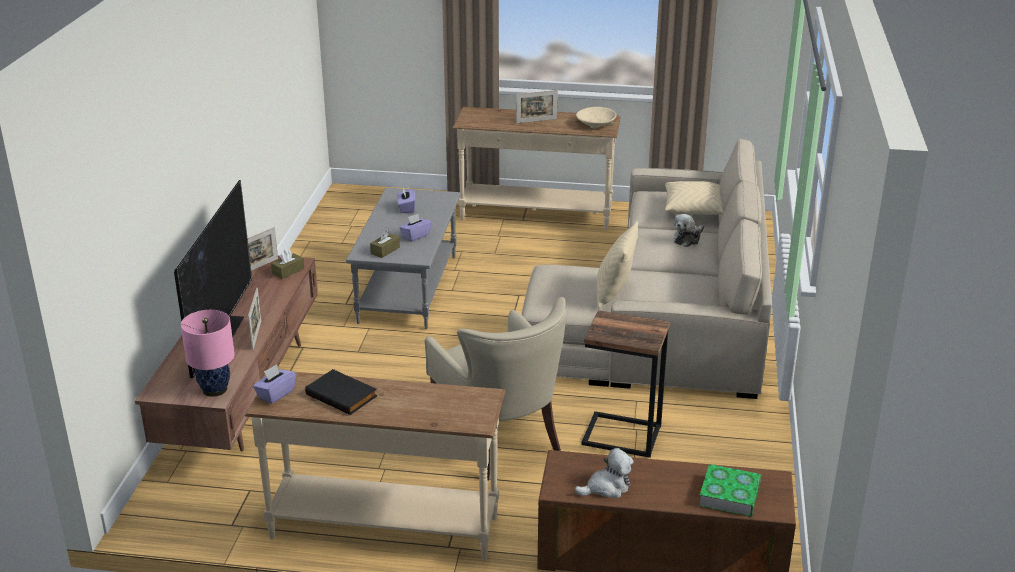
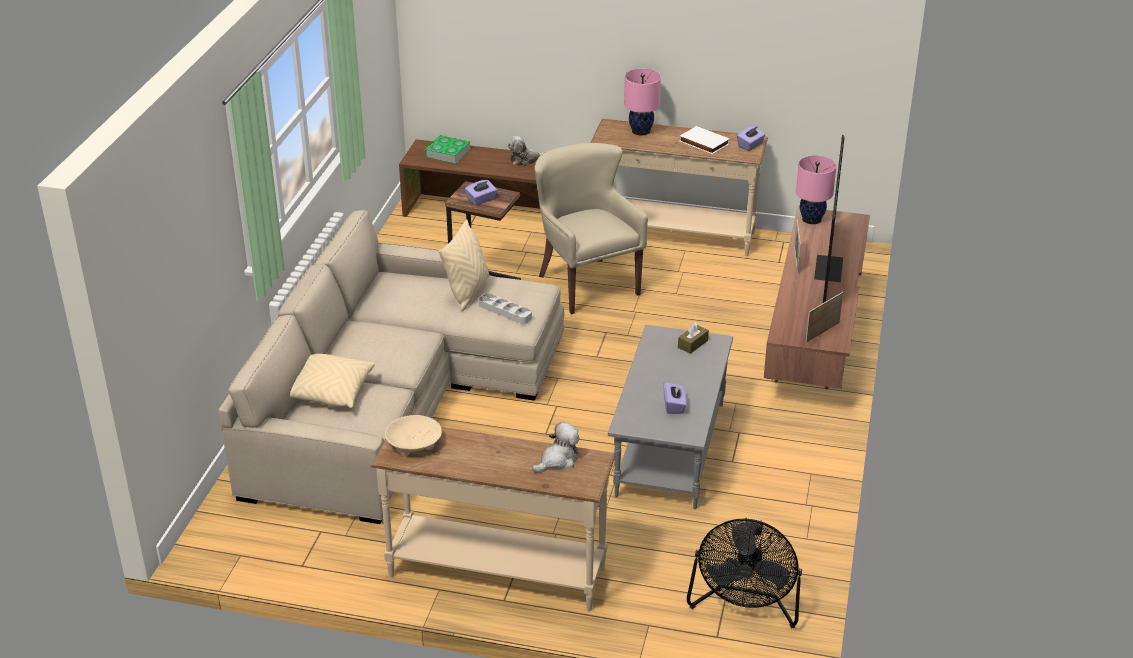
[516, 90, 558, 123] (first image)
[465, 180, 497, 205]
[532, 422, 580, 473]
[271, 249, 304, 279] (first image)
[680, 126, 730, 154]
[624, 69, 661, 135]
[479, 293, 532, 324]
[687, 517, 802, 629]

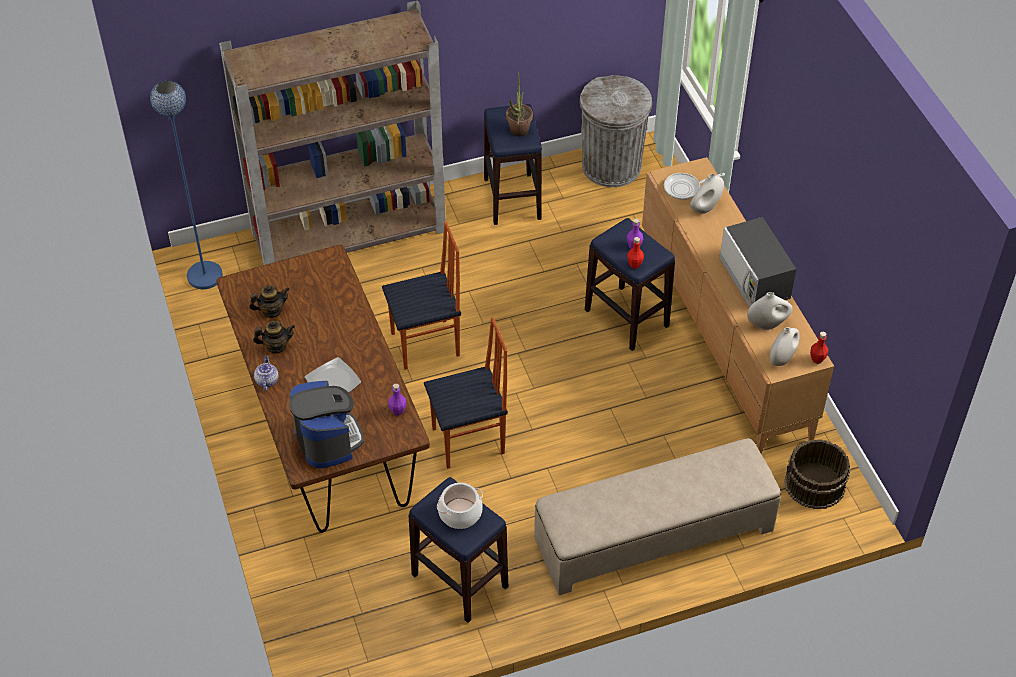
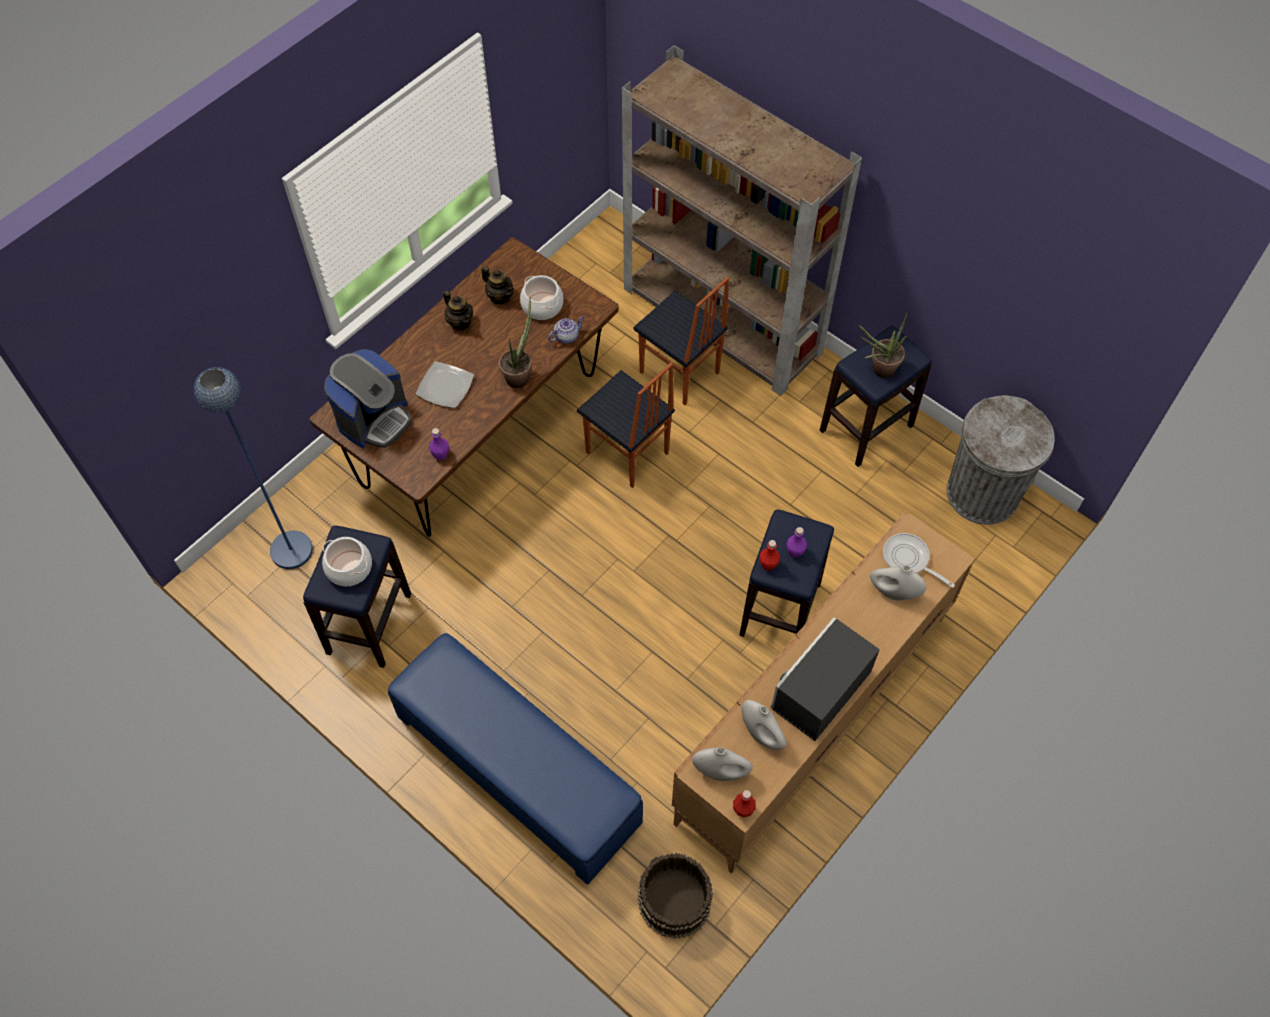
[194, 367, 313, 569]
[633, 277, 729, 405]
[548, 317, 584, 344]
[388, 633, 643, 885]
[520, 275, 564, 320]
[499, 297, 532, 388]

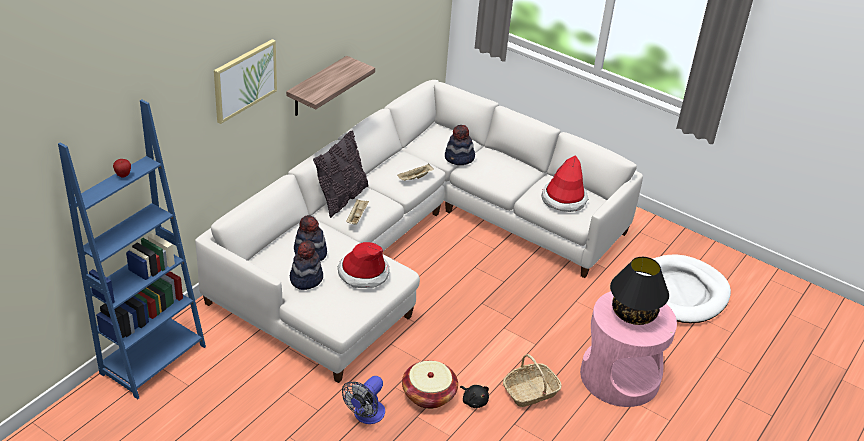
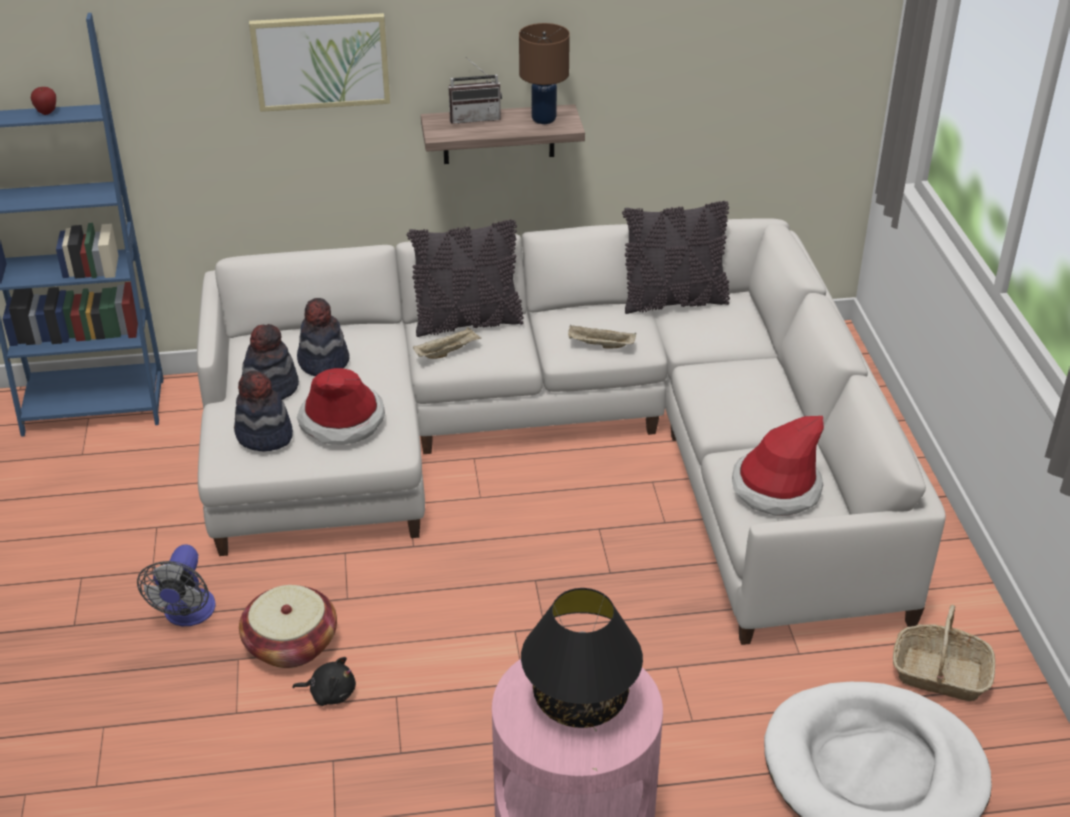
[234, 370, 293, 451]
[893, 605, 995, 701]
[137, 544, 216, 626]
[292, 657, 356, 706]
[519, 23, 570, 124]
[448, 57, 502, 124]
[622, 201, 730, 314]

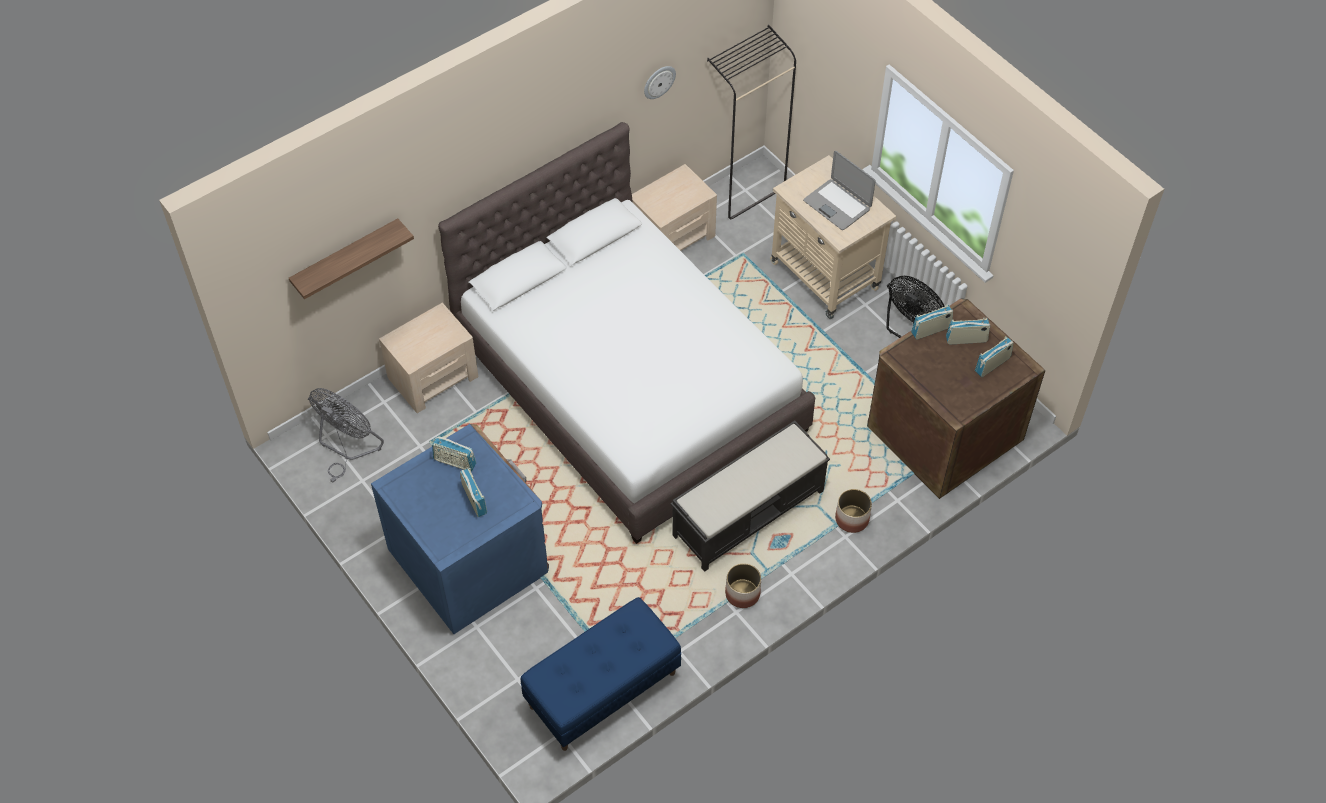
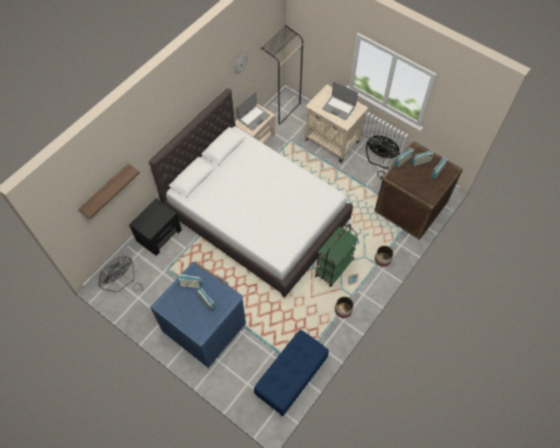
[129, 198, 182, 256]
[98, 256, 144, 292]
[315, 224, 358, 287]
[237, 92, 270, 130]

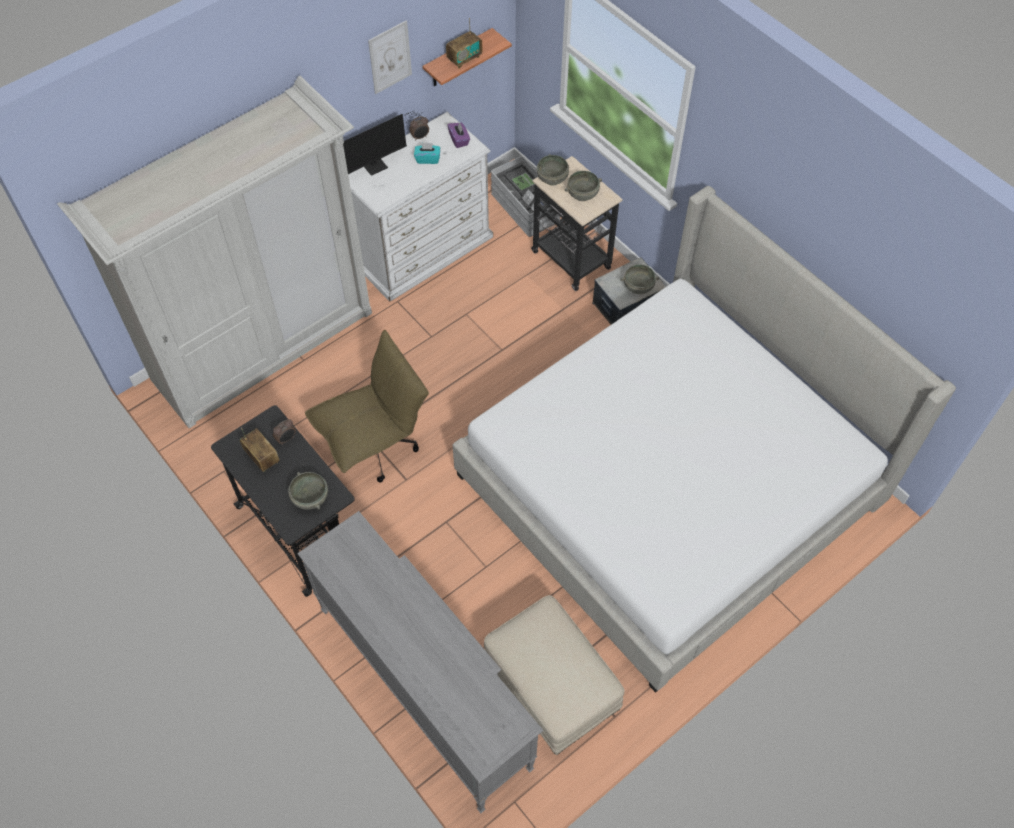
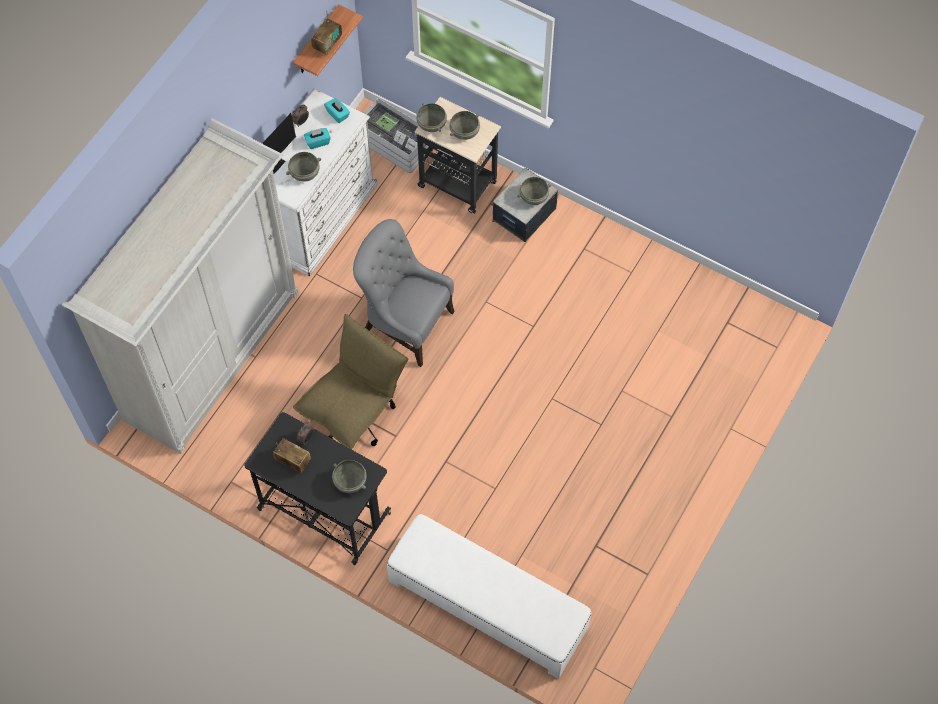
[368, 20, 412, 94] (first image)
[324, 98, 350, 123]
[453, 186, 956, 693] (first image)
[387, 514, 592, 679]
[484, 595, 624, 755] (first image)
[286, 152, 321, 182]
[353, 219, 455, 367]

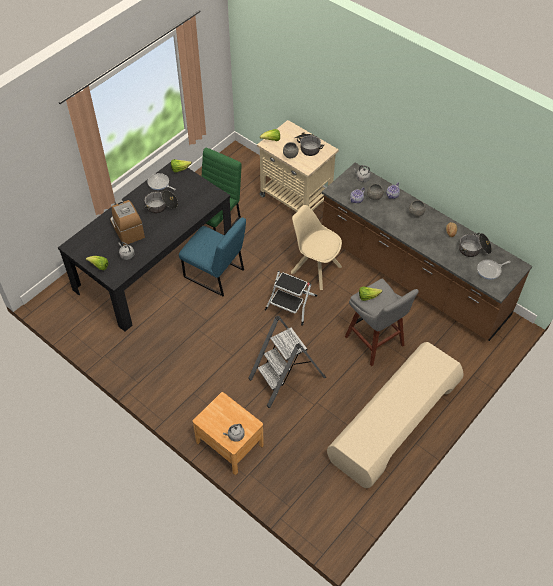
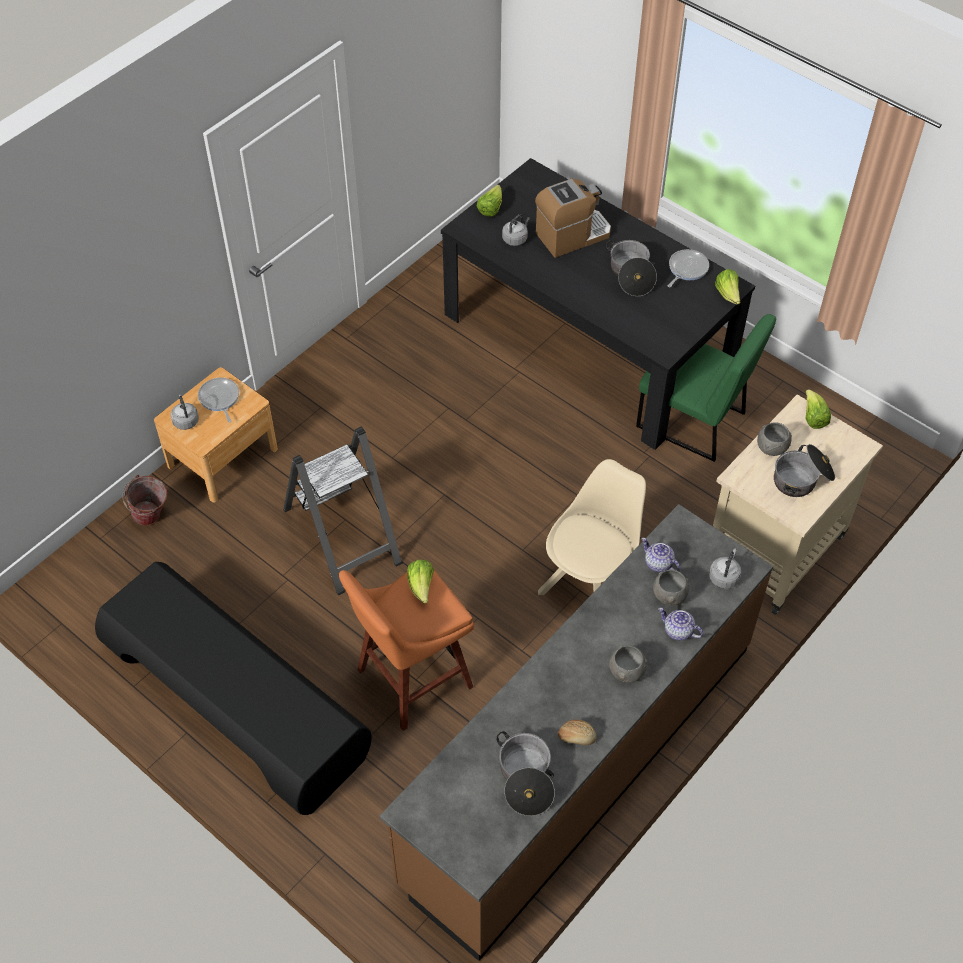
[179, 217, 246, 296] (first image)
[198, 378, 239, 423]
[265, 271, 318, 326] (first image)
[339, 570, 474, 731]
[95, 562, 372, 815]
[122, 475, 167, 526]

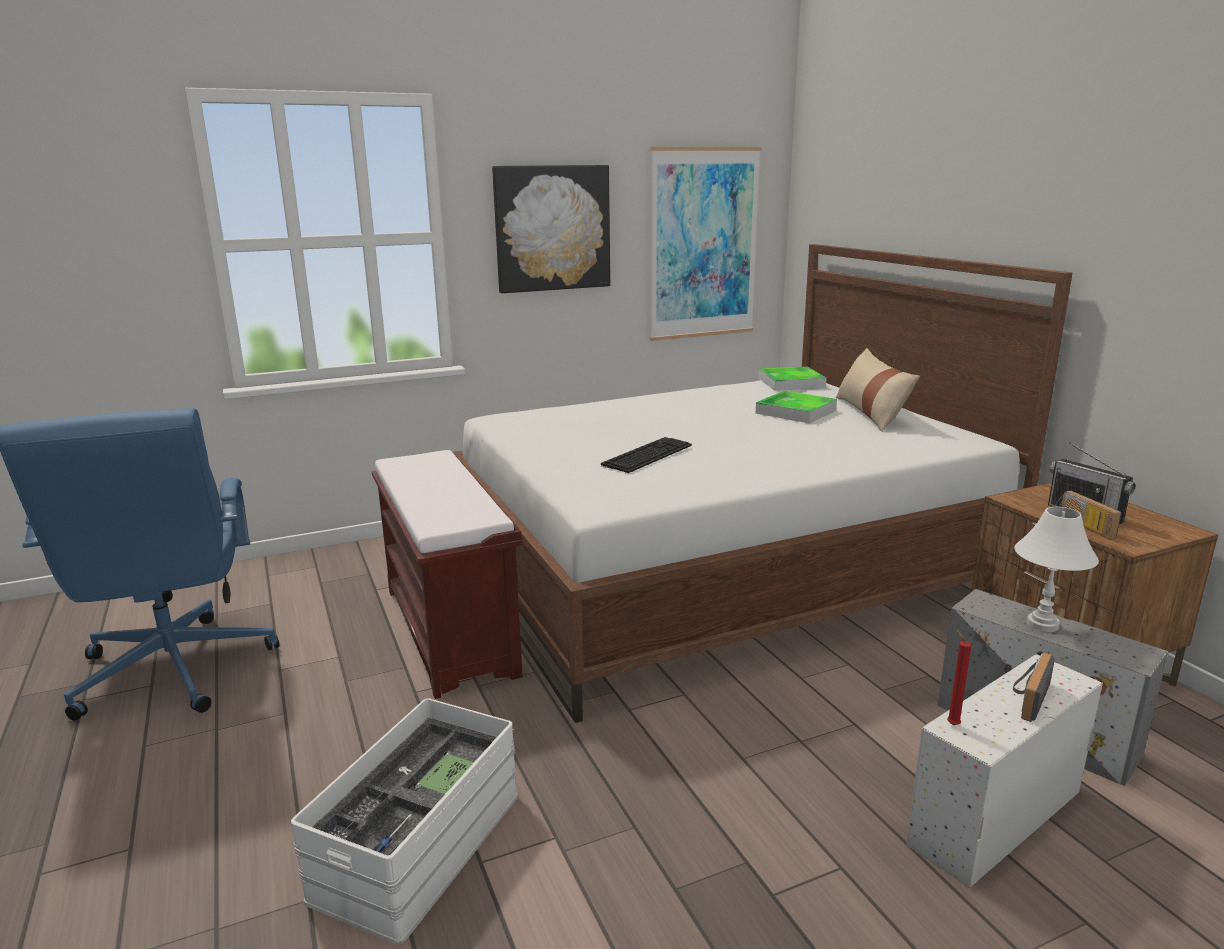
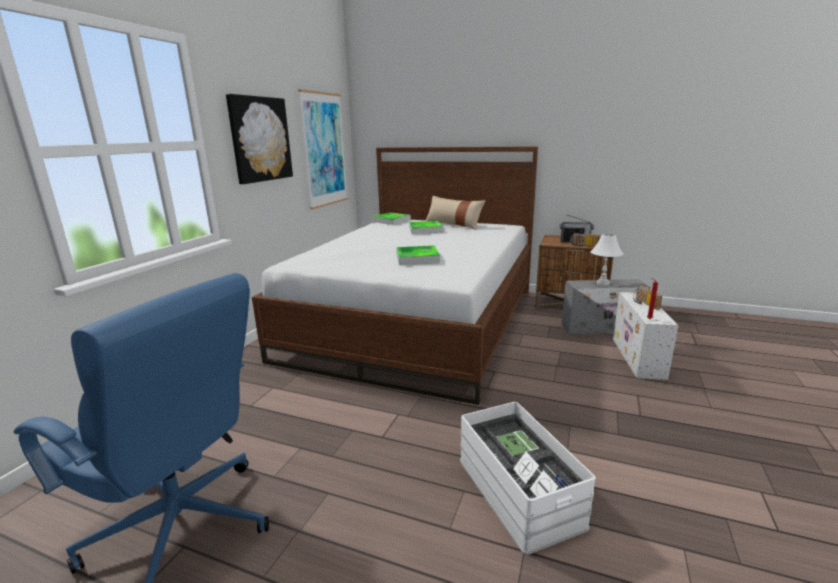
[397, 245, 440, 265]
[372, 450, 523, 699] (first image)

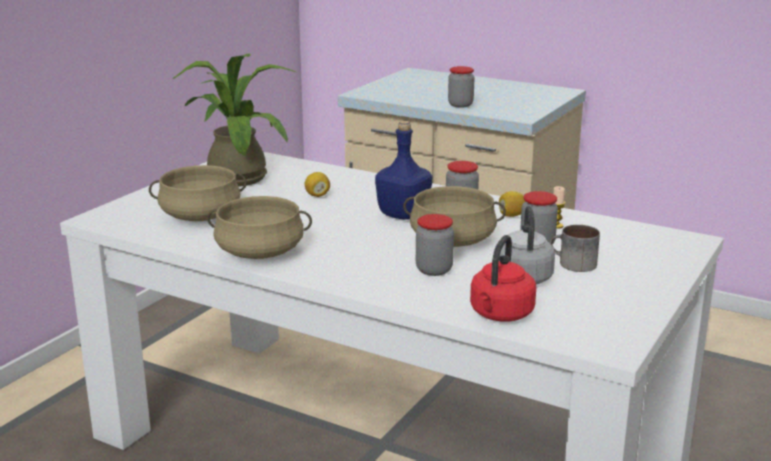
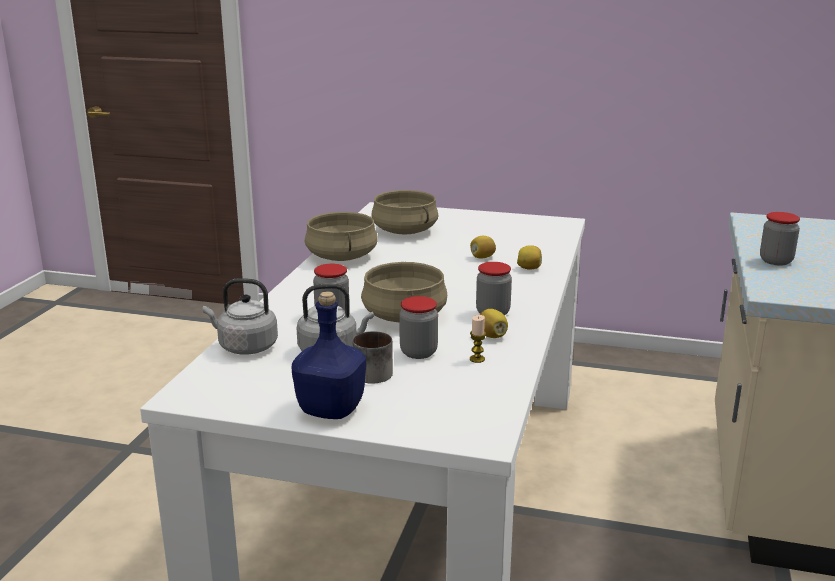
[173, 53, 296, 187] (first image)
[292, 291, 366, 419]
[203, 278, 278, 355]
[517, 245, 542, 270]

